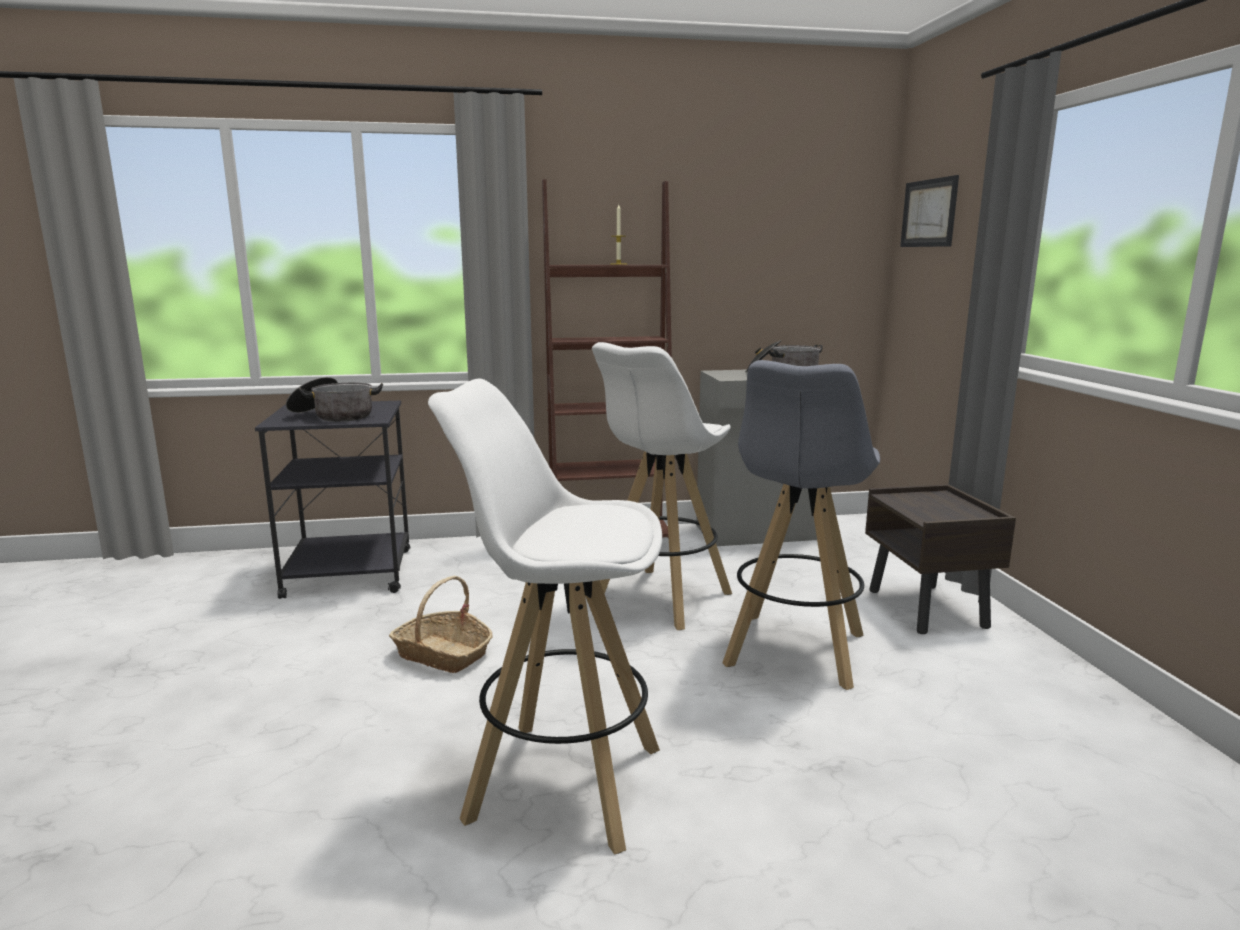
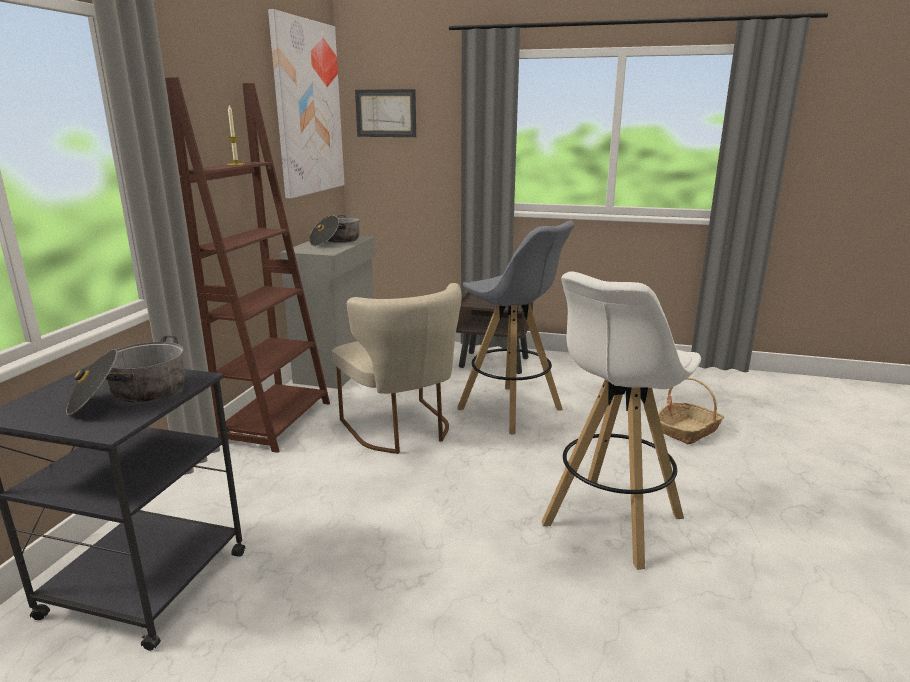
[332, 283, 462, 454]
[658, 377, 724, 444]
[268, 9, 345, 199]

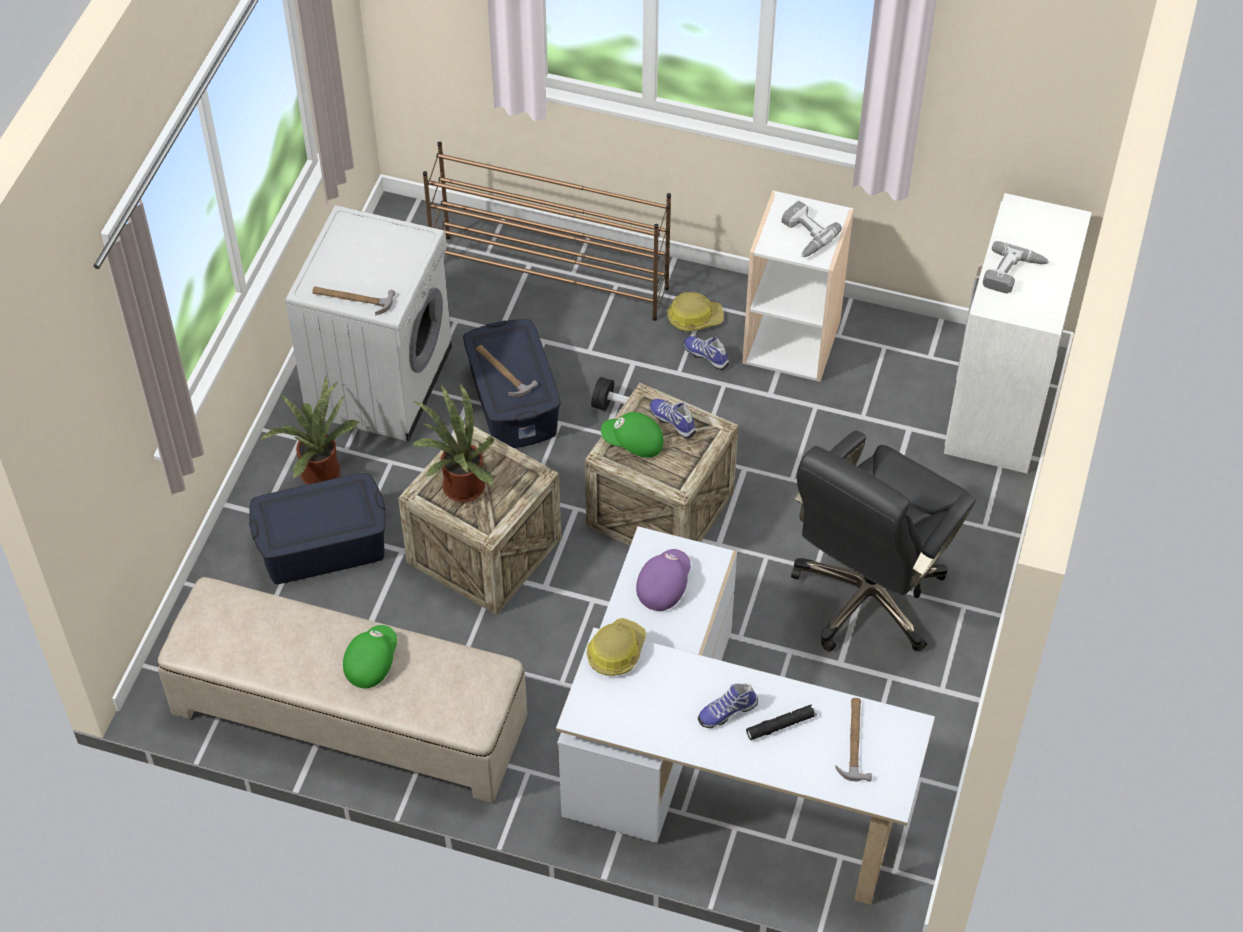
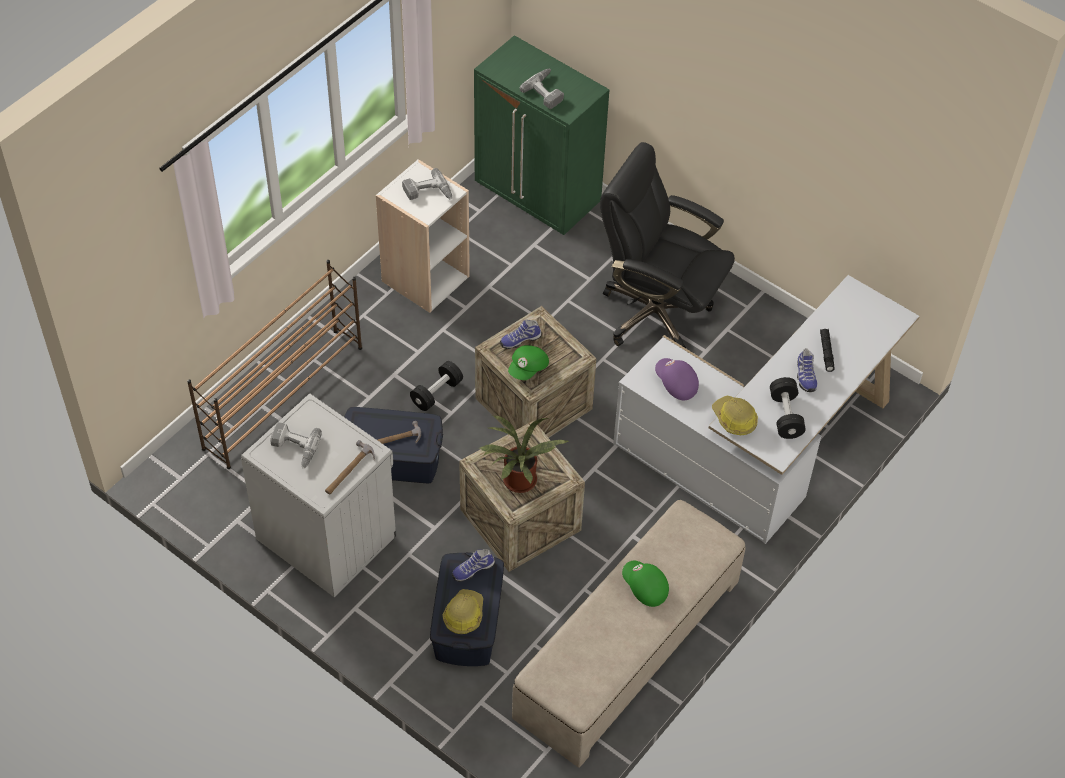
[474, 35, 609, 235]
[443, 589, 483, 634]
[452, 549, 495, 582]
[260, 377, 359, 485] (first image)
[600, 142, 735, 349]
[835, 698, 872, 781] (first image)
[770, 377, 806, 439]
[270, 422, 322, 468]

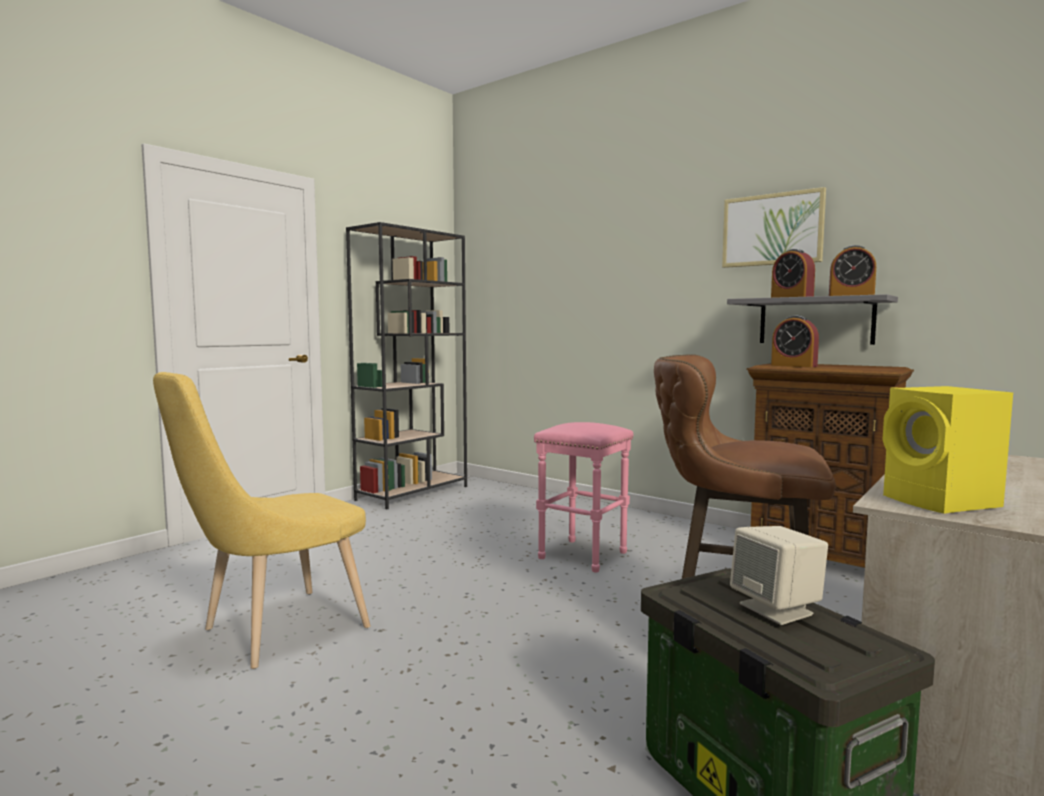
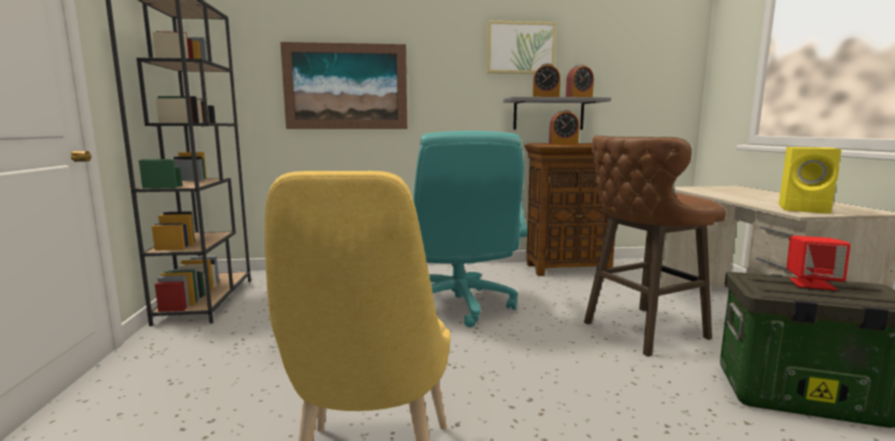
[413, 131, 528, 327]
[786, 236, 851, 291]
[280, 42, 407, 129]

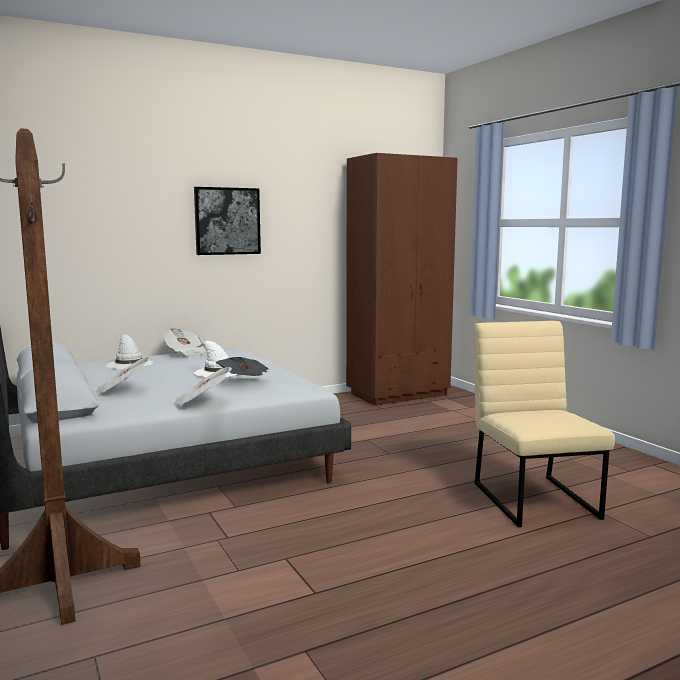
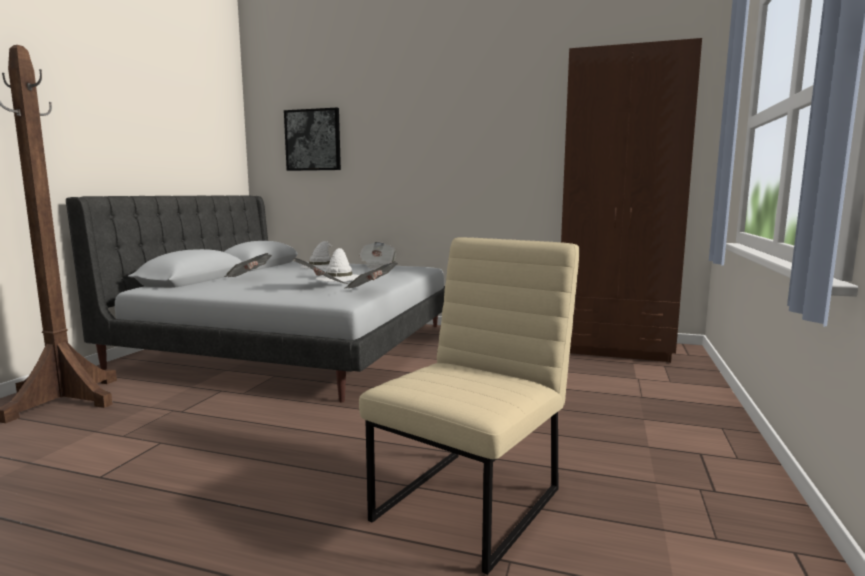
[284, 108, 341, 171]
[345, 261, 398, 289]

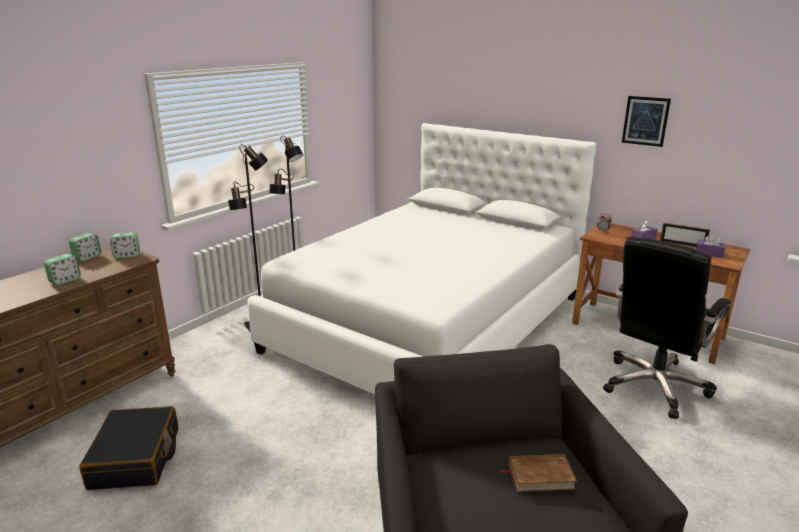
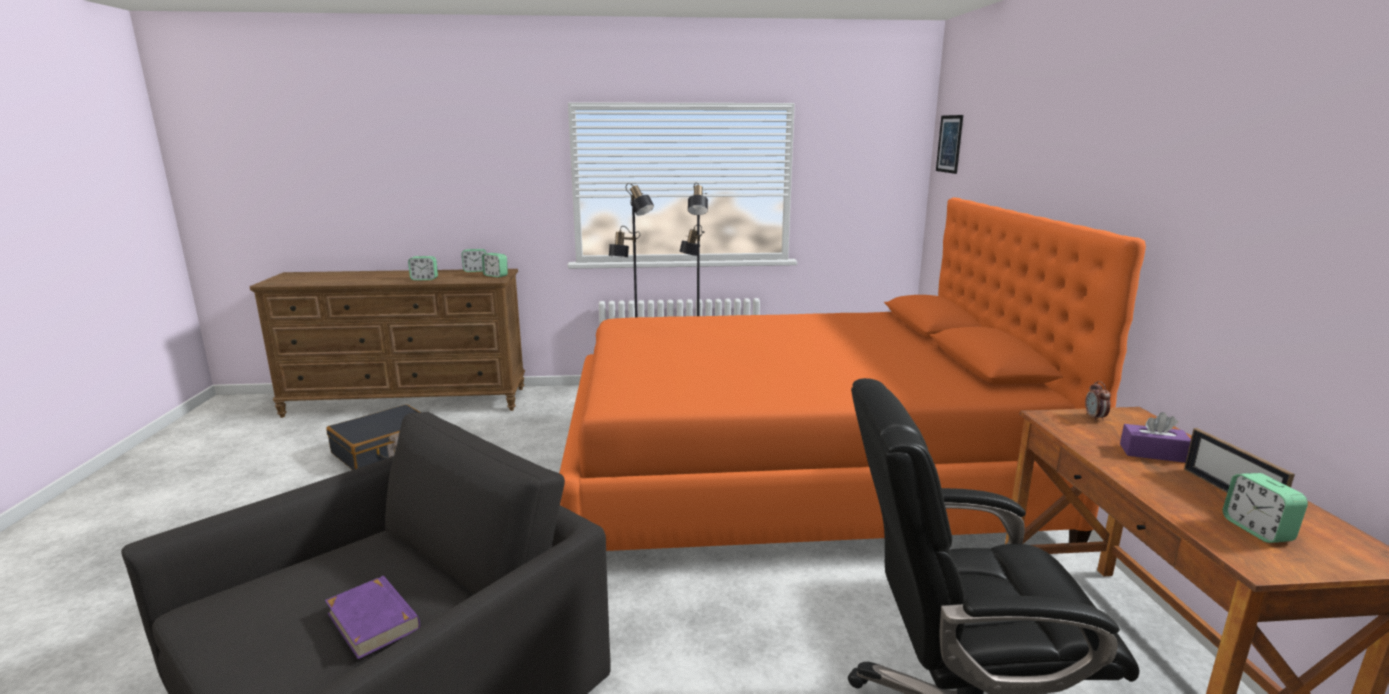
[936, 115, 963, 174]
[559, 197, 1146, 551]
[1223, 473, 1308, 543]
[325, 576, 420, 659]

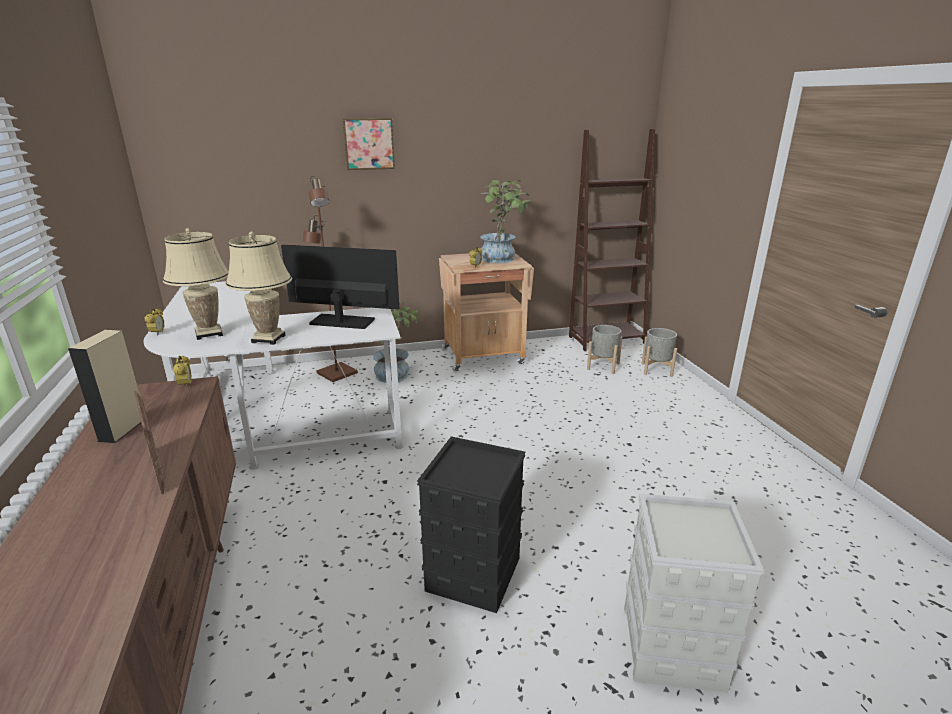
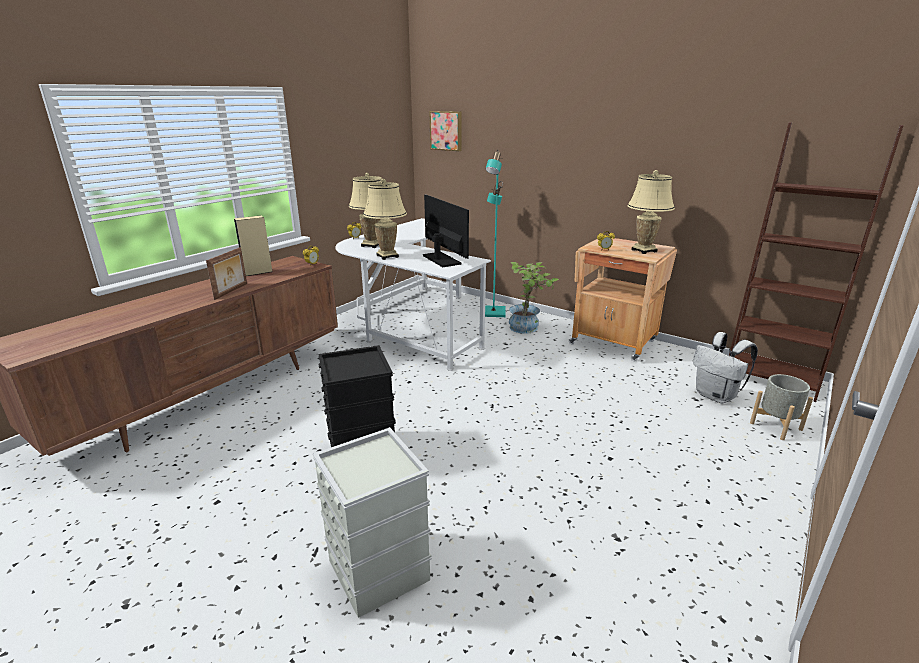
[429, 111, 462, 151]
[485, 150, 506, 317]
[627, 170, 675, 254]
[693, 332, 758, 403]

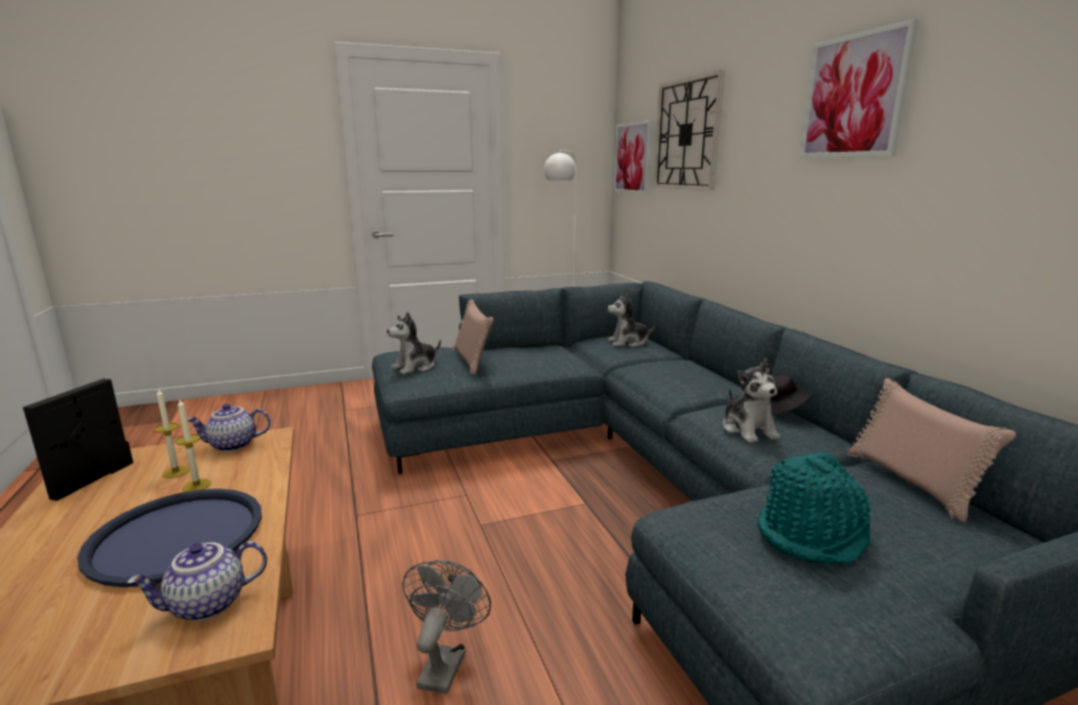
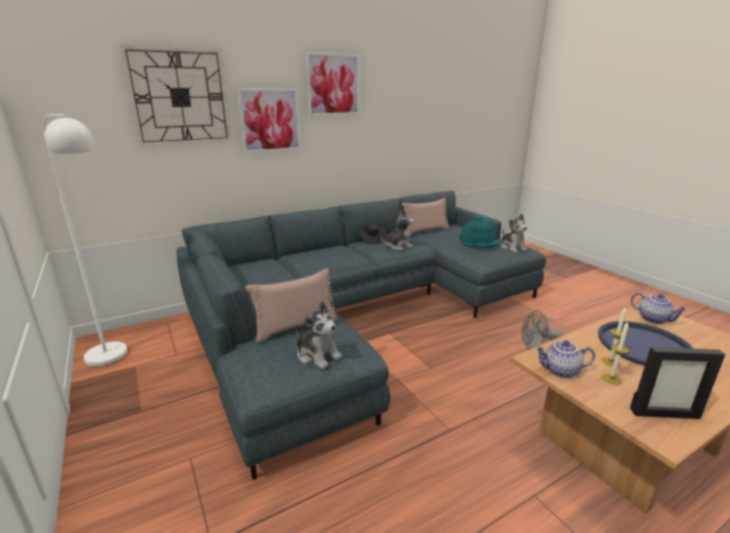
[237, 88, 301, 154]
[501, 214, 527, 253]
[535, 340, 595, 378]

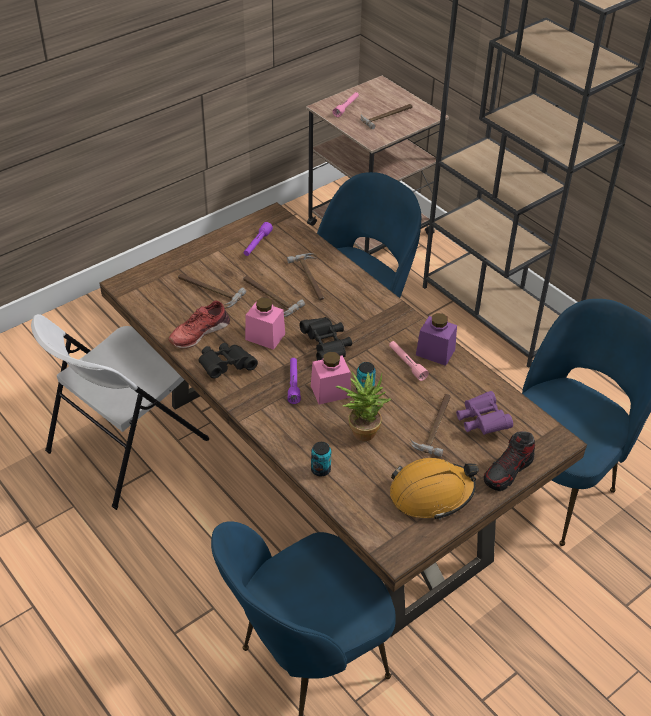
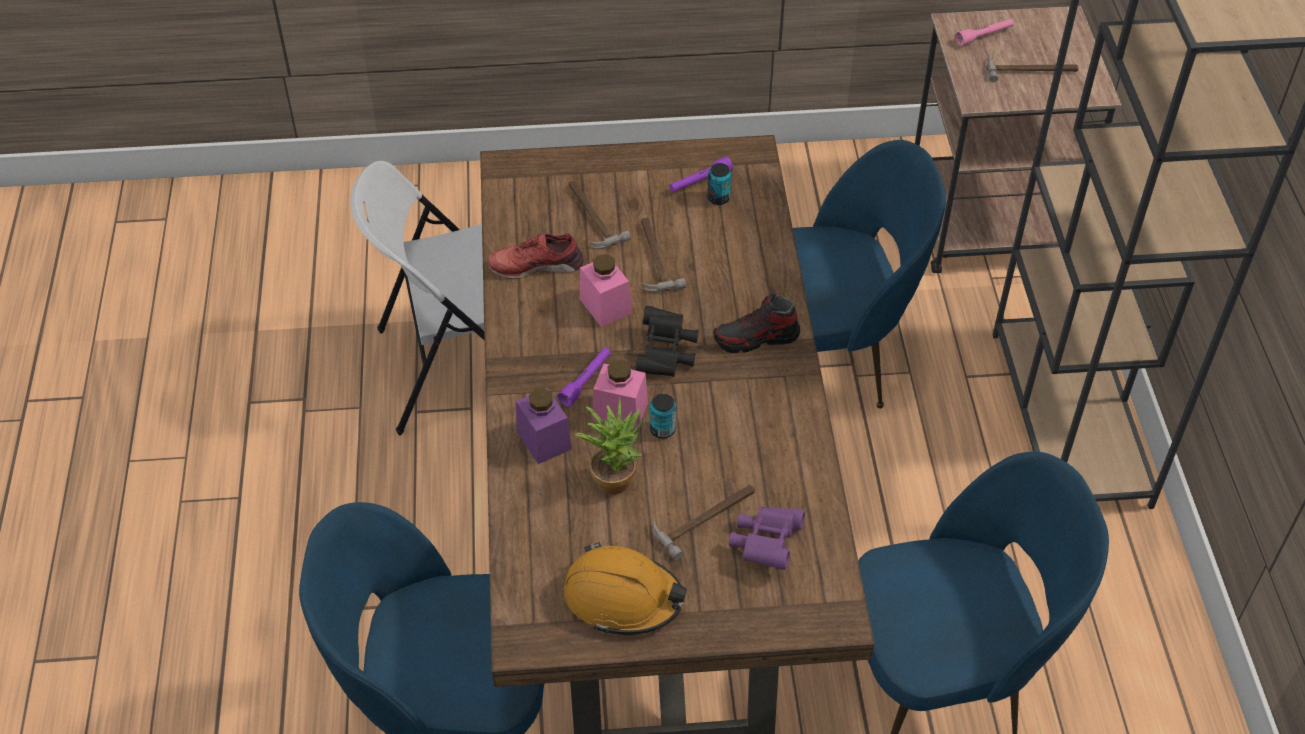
[287, 253, 324, 300] (first image)
[516, 388, 572, 464]
[389, 341, 429, 381] (first image)
[198, 343, 258, 378] (first image)
[713, 294, 800, 353]
[707, 163, 731, 205]

